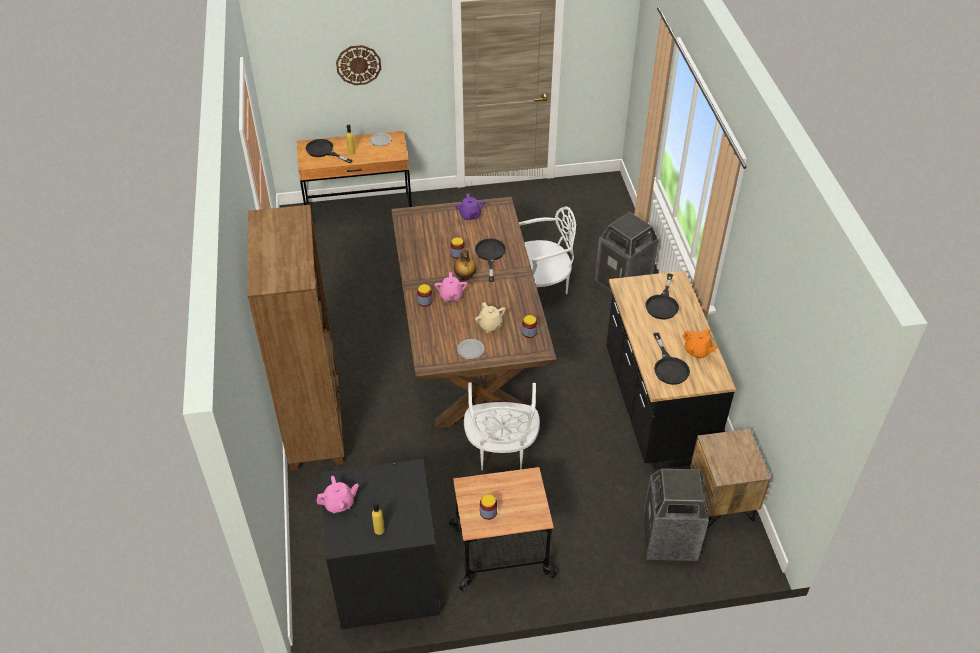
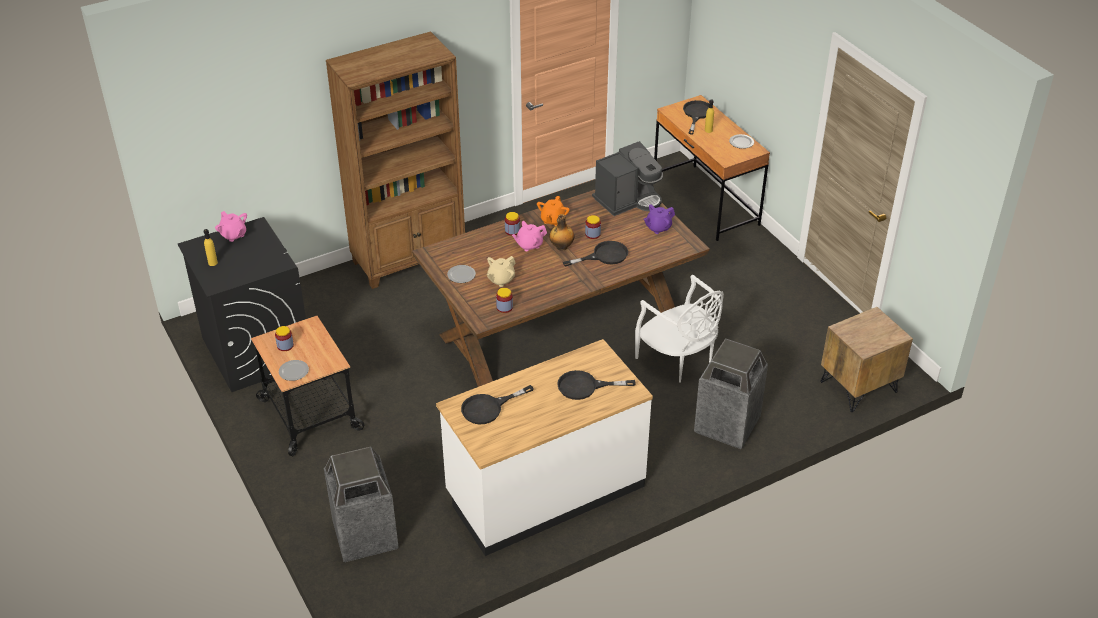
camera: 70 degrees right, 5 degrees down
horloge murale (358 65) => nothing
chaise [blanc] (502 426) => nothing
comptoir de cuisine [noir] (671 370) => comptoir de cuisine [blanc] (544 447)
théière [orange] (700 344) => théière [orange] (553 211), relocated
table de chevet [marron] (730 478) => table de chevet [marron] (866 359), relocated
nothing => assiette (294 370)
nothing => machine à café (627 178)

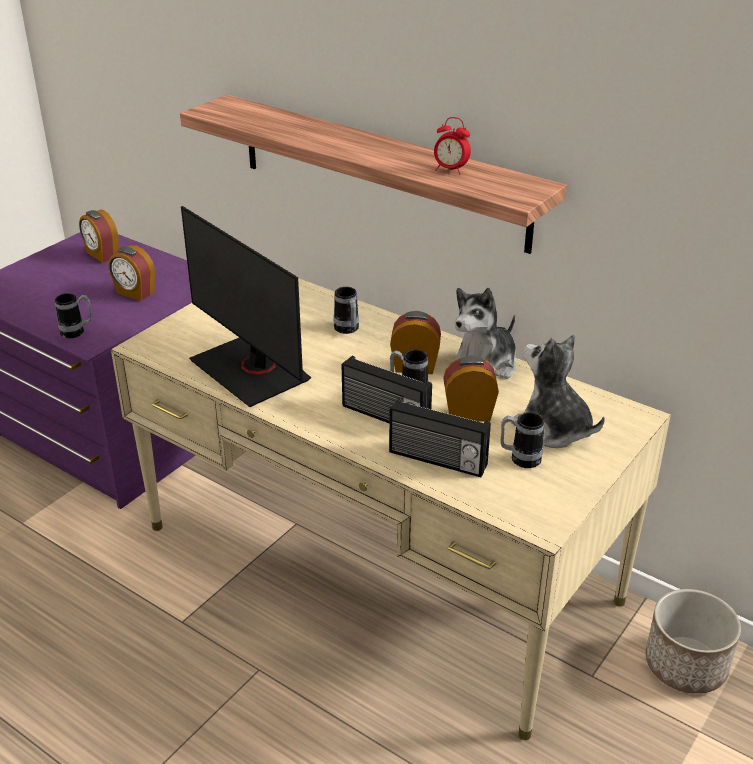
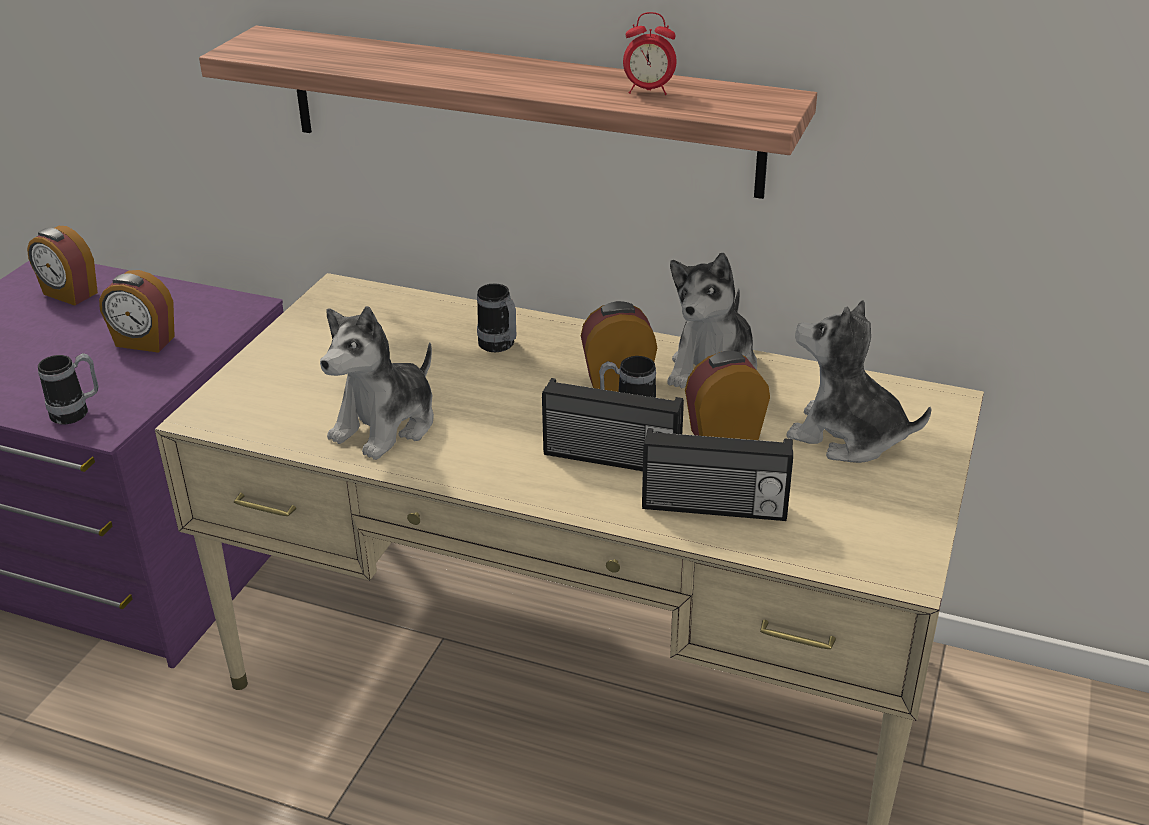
camera: 15 degrees left, 0 degrees up
écran d'ordinateur (246 306) => peluche (377 383)
mug (522 440) => nothing
cache-pot (693 641) => nothing

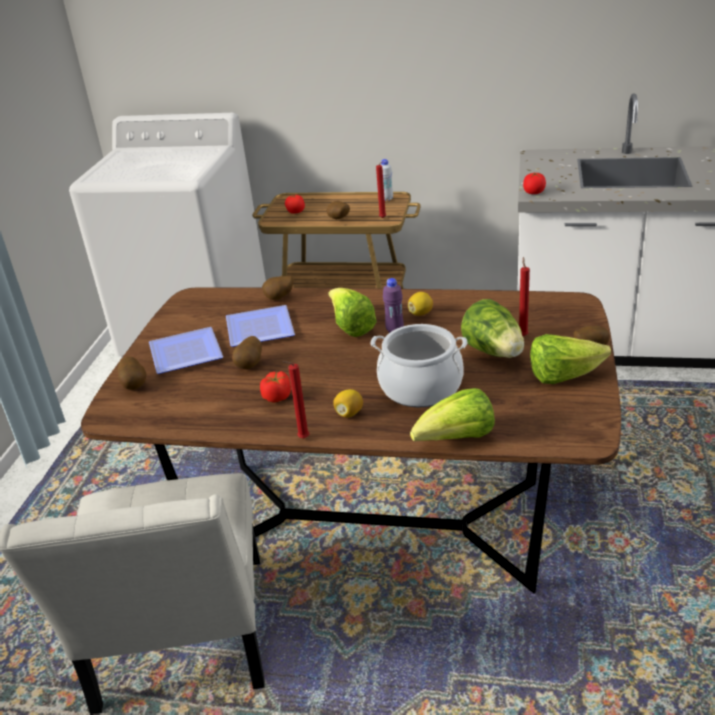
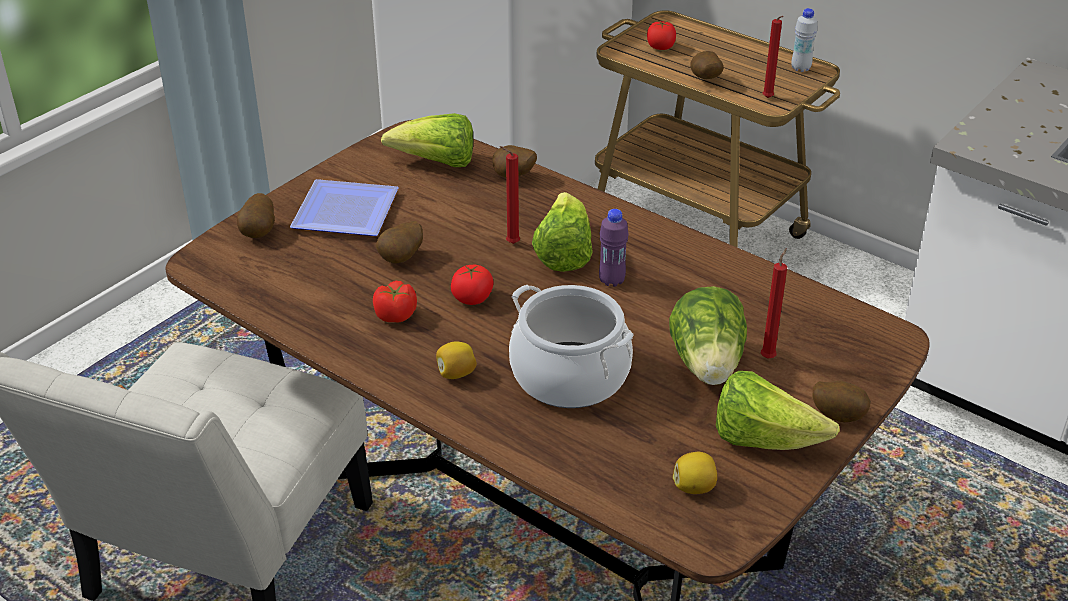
camera: 25 degrees right, 5 degrees up
assiette (260 326) => nothing
bougie [rouge] (295 399) => bougie [rouge] (509 195), relocated
citron (420 304) => citron (695 473), relocated
laitue (452 414) => laitue (427 140), relocated
tomate (534 183) => tomate (472 285), relocated

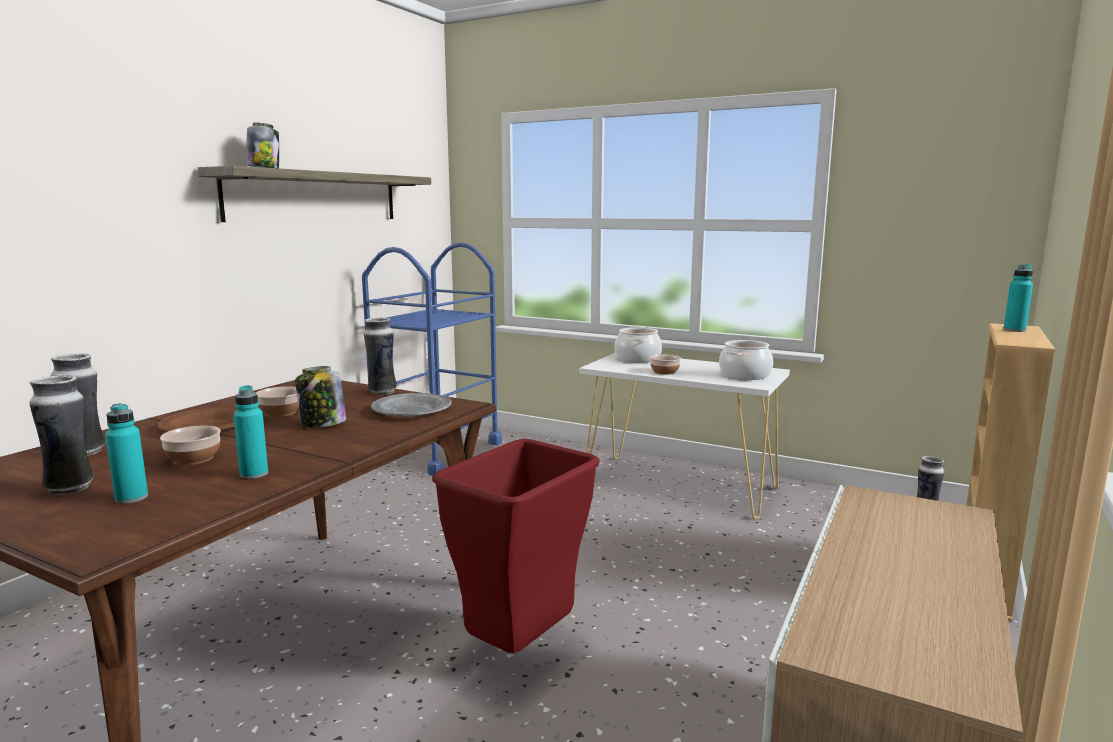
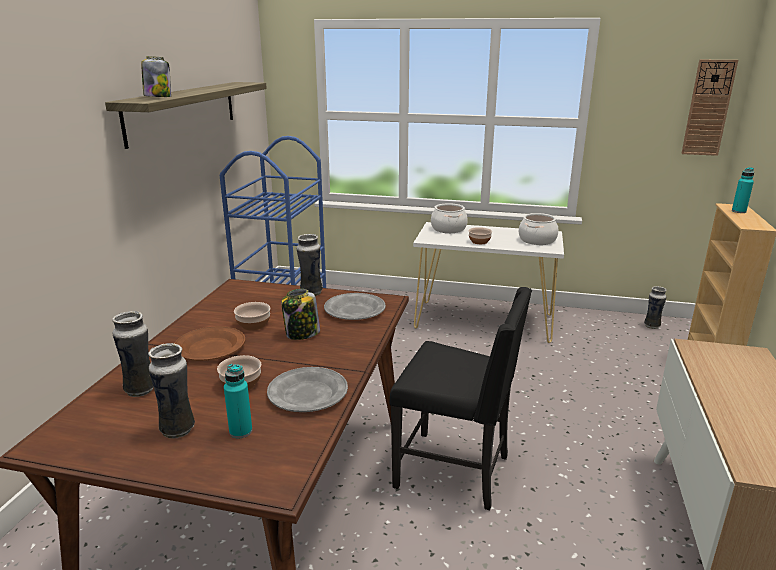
camera: 15 degrees left, 10 degrees up
bouteille [turquoise] (250 432) => assiette [gris] (307 389)
poubelle [rouge] (516 546) => chaise [noir] (460 399)
nothing => horloge murale (709 108)

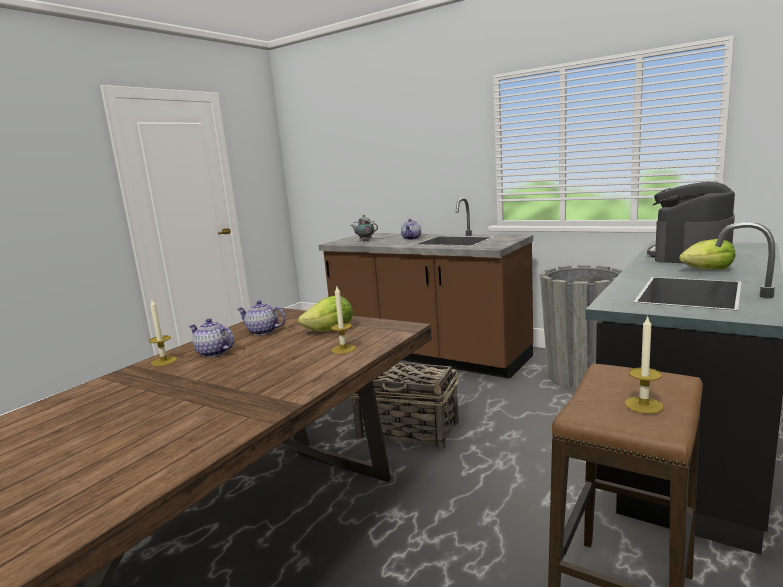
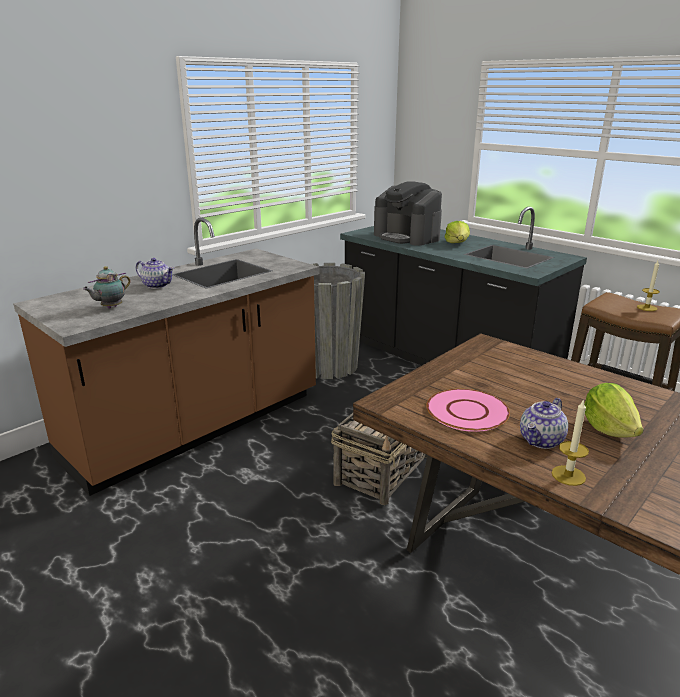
camera: 80 degrees left, 10 degrees up
théière (261 317) => assiette [rose] (468 410)
laitue (325 313) => laitue (614 410), relocated
bougie (343 320) => nothing

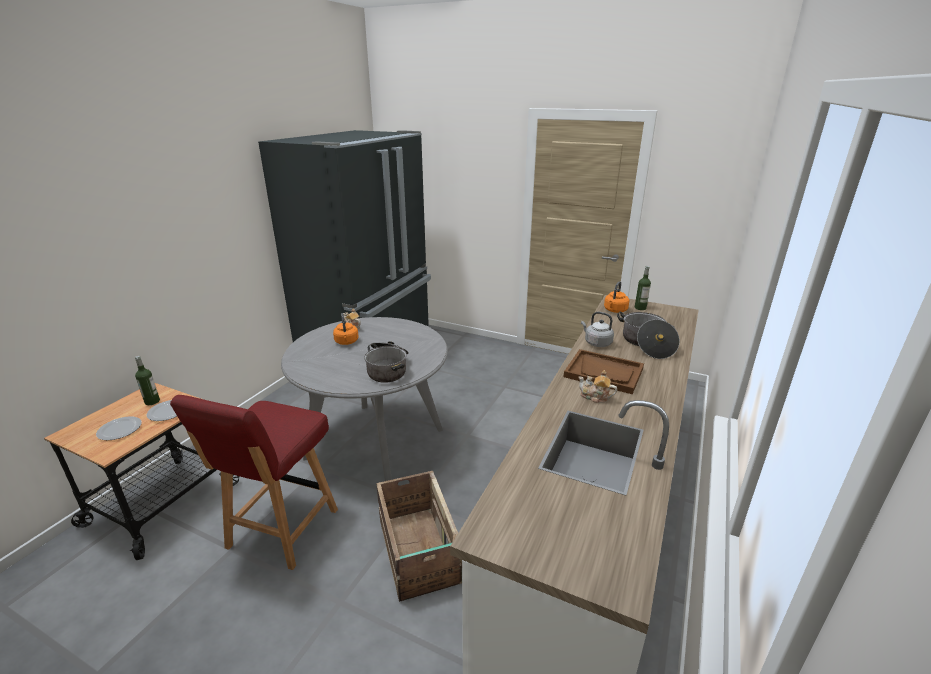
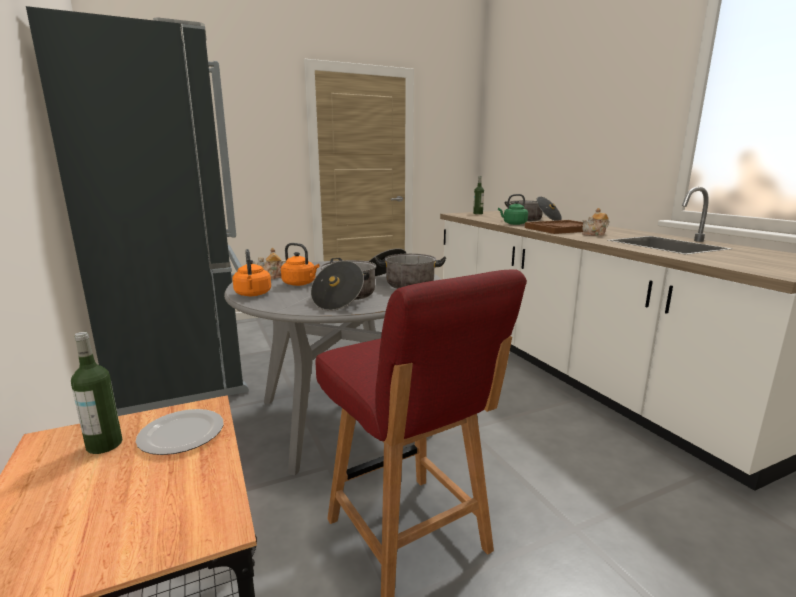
camera: 50 degrees left, 10 degrees down
assiette (119 428) => nothing
caisse (419 536) => nothing
bouilloire [gris] (597 329) => bouilloire [vert] (513 209)
bouilloire [orange] (616 297) => bouilloire [orange] (251 272), relocated
nothing => marmite (343 284)

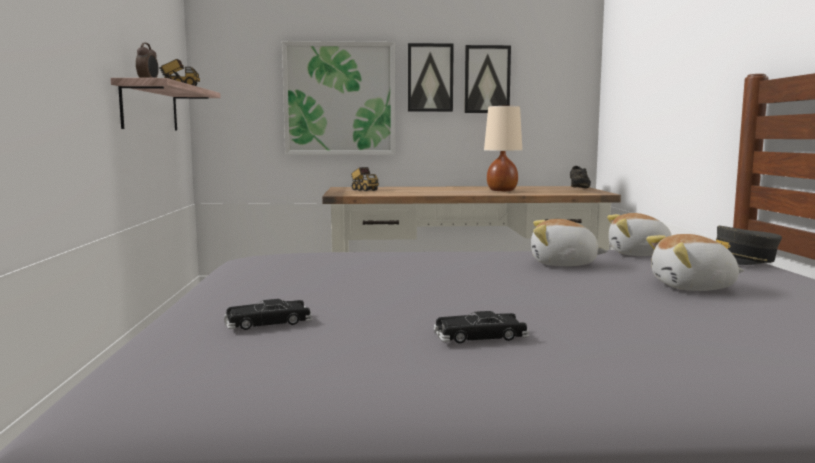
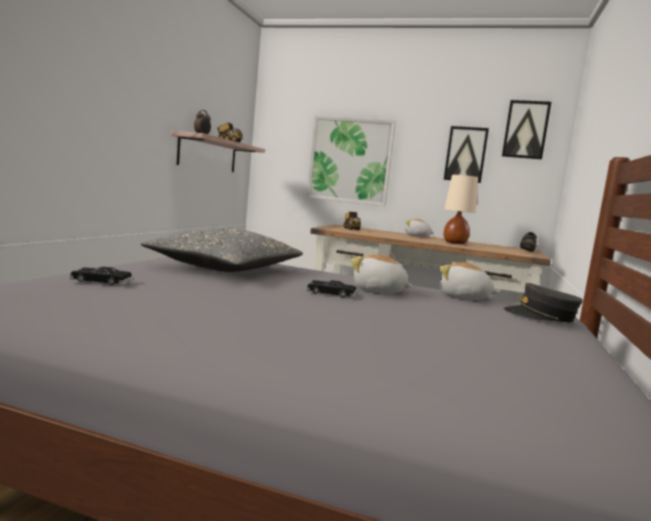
camera: 20 degrees right, 0 degrees up
tableau (431 77) => tableau (526 129), relocated
petite voiture [noir] (481 327) => petite voiture [noir] (331 289), relocated
peluche (695 262) => peluche (419 228), relocated
nothing => coussin [gris] (222 250)

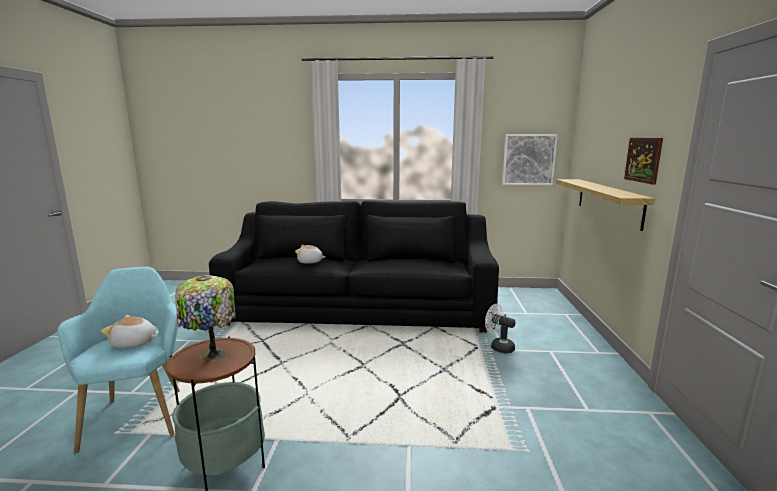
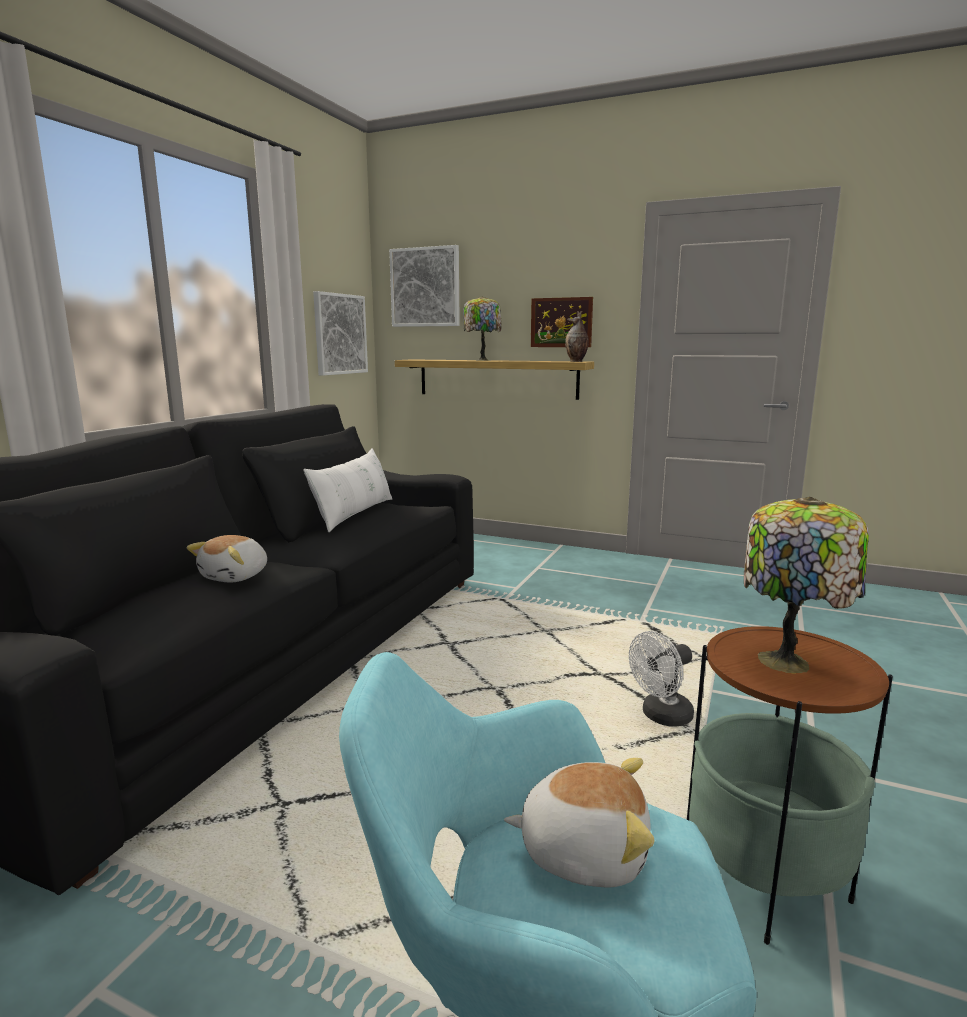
camera: 70 degrees left, 0 degrees up
peluche (129 331) => peluche (579 822), 105 degrees counterclockwise
ventilateur [blanc] (500 329) => ventilateur [blanc] (661 679), relocated
nothing => coussin [blanc] (347 490)
nothing => tableau (424 286)
nothing => lampe de table (482 328)
nothing => vase (577 336)

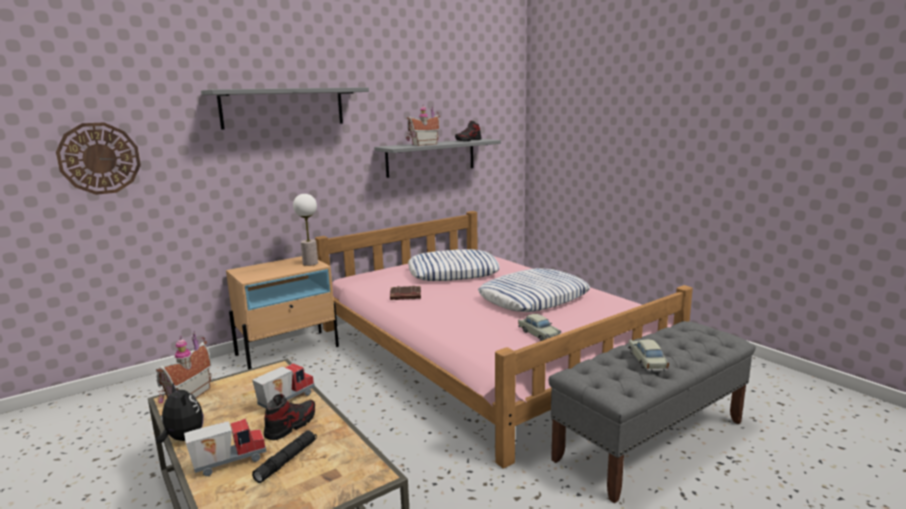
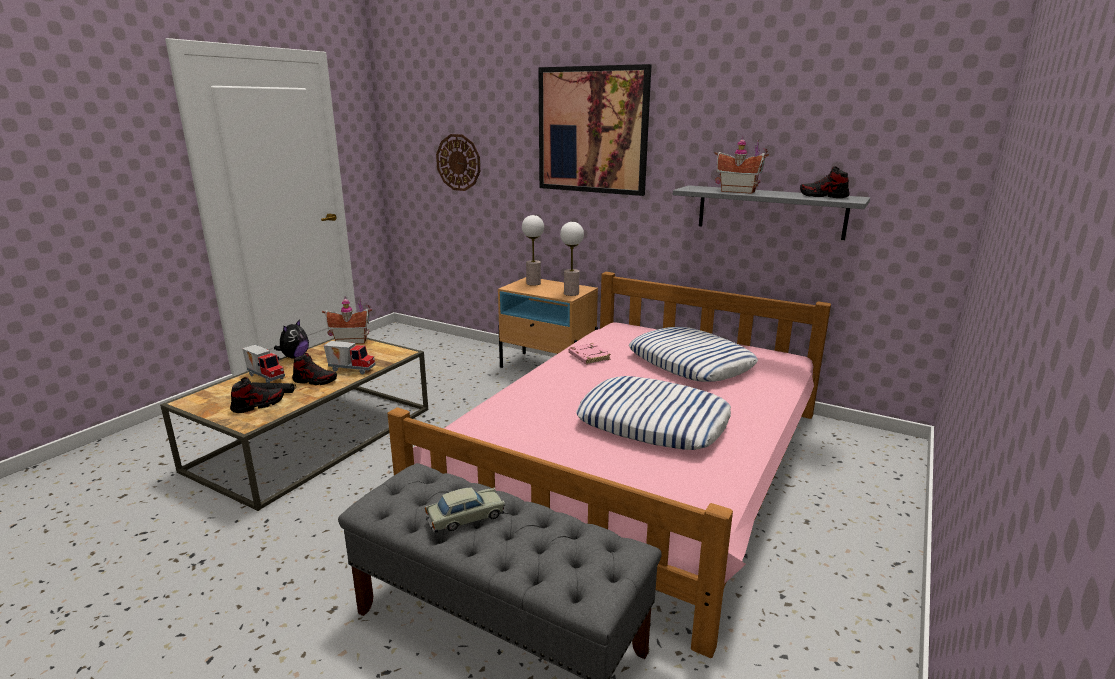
camera: 65 degrees right, 5 degrees up
étagère [gris] (285 108) => tableau (595 130)
livre [marron] (405 293) => livre [rose] (590 353)
petite voiture [beige] (539 327) => nothing
nothing => chaussure (257 395)
nothing => lampe de table (533 250)

